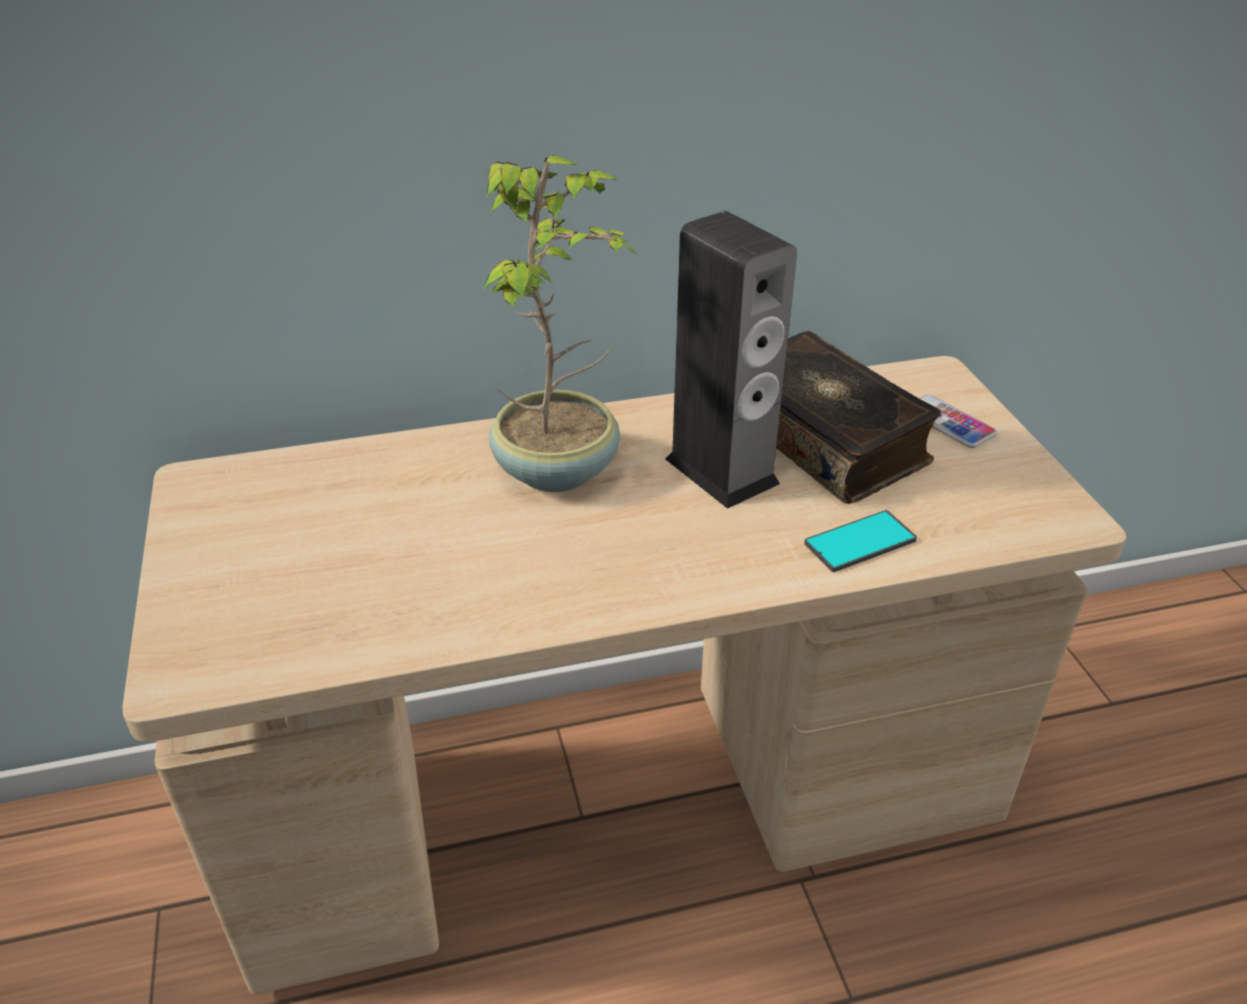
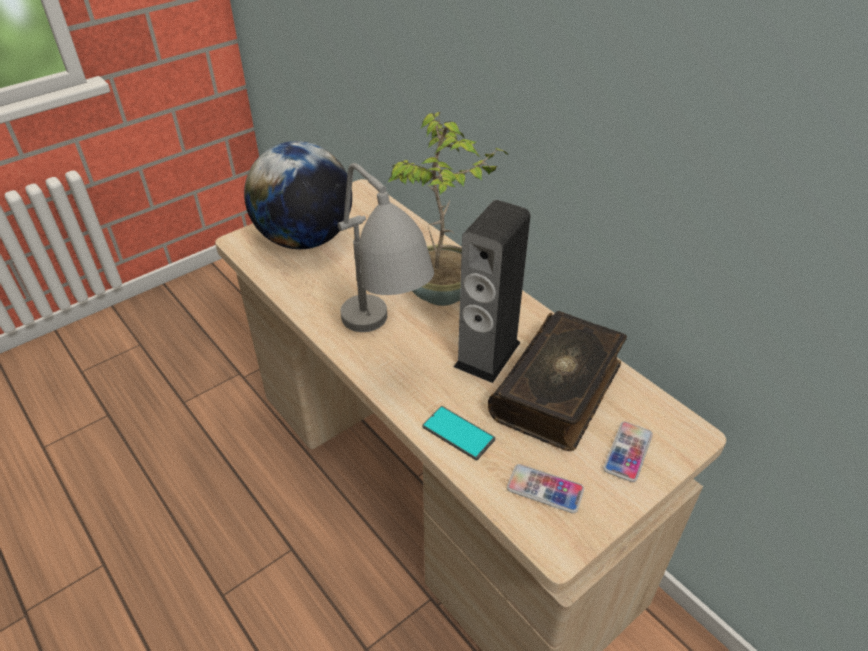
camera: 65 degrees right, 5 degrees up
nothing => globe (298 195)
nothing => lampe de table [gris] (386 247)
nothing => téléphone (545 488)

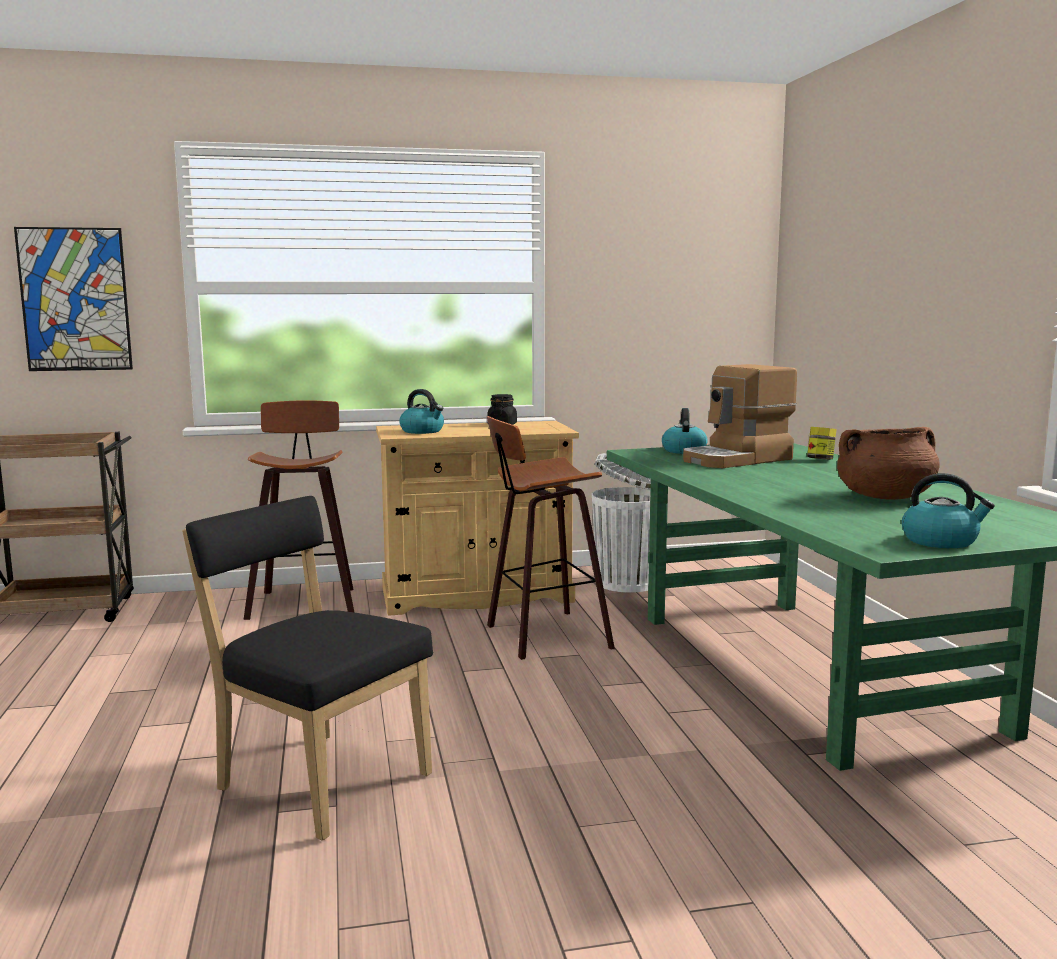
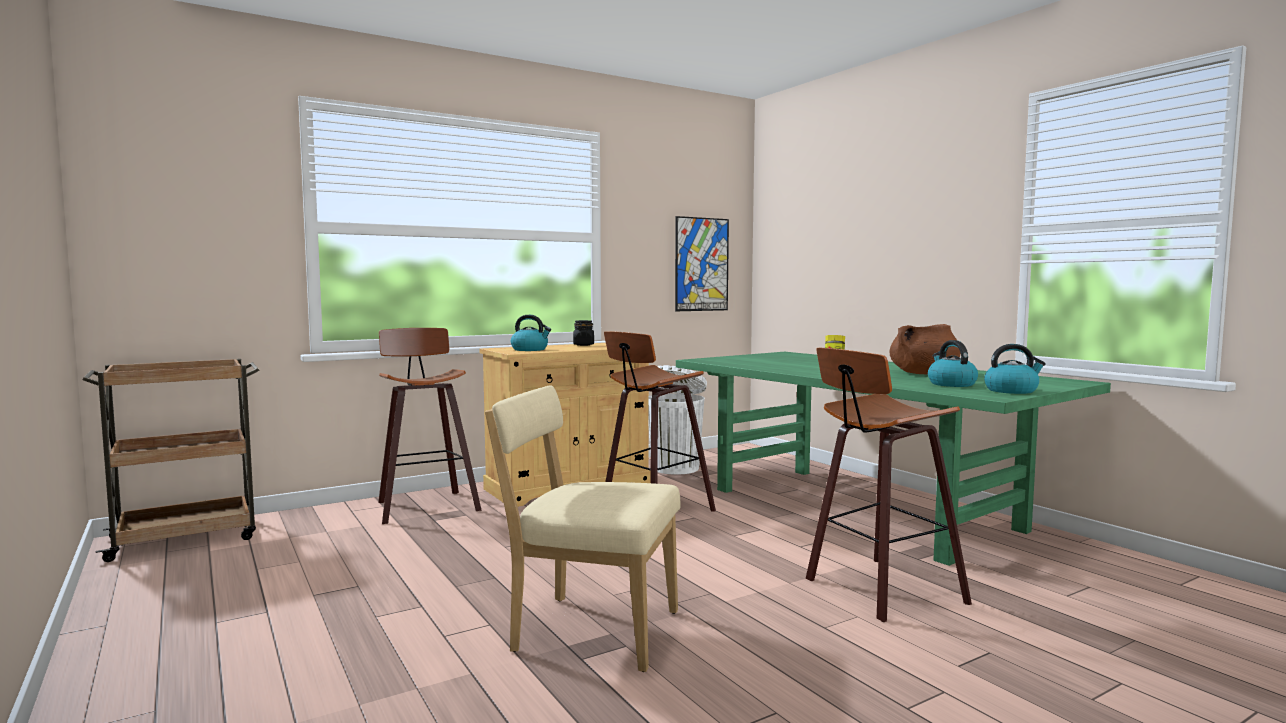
camera: 20 degrees left, 5 degrees down
tableau (73 299) => tableau (702 263), relocated
chaise [noir] (307 668) => chaise [beige] (582 528)
bouilloire (685 431) => bouilloire (953 363), relocated
machine à café (740 416) => nothing
nothing => tabouret (889 485)

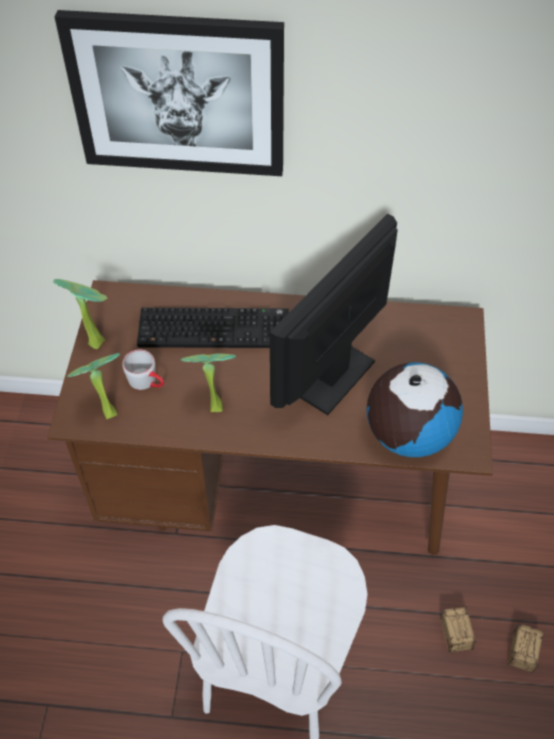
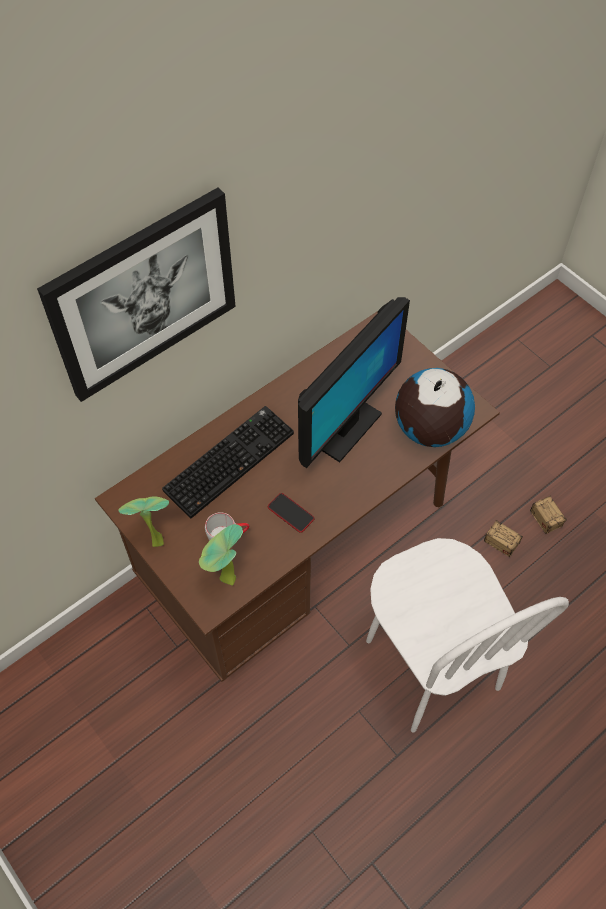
camera: 45 degrees left, 5 degrees up
plante en pot (208 383) => téléphone (291 513)
écran d'ordinateur (334 314) => écran d'ordinateur (354 382), 135 degrees counterclockwise

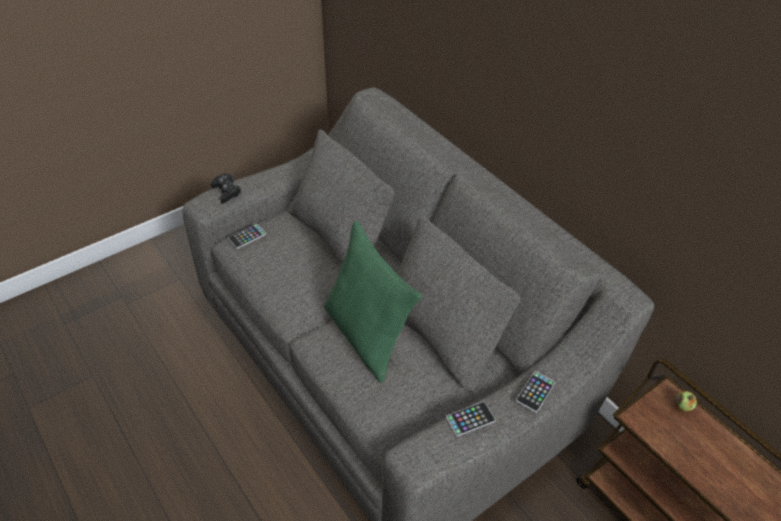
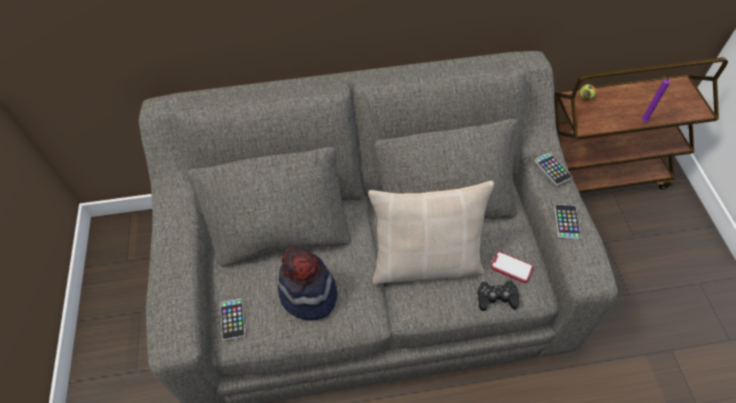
camera: 60 degrees left, 10 degrees up
manette [noir] (226 188) => manette [noir] (498 295), relocated
coussin [vert] (373 302) => coussin [beige] (431 233)
nothing => chapeau (307 283)
nothing => téléphone (512 267)
nothing => bougie [violet] (655 99)

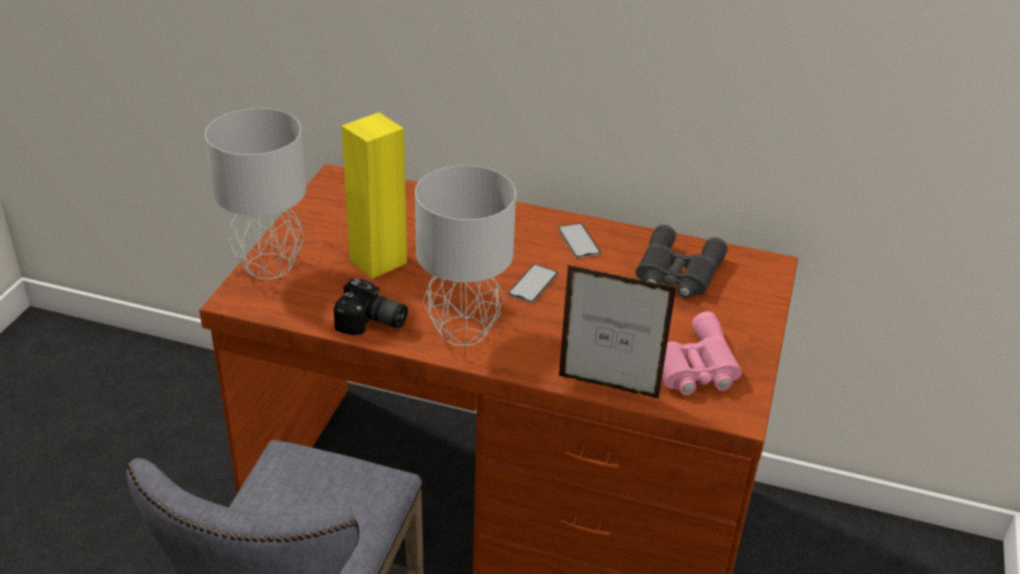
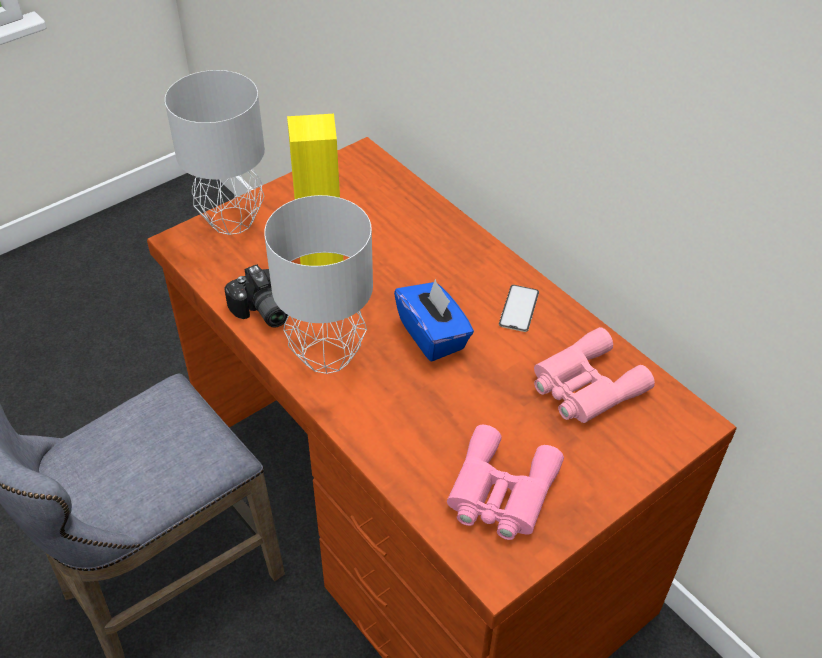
camera: 35 degrees right, 10 degrees up
téléphone (533 283) => boîte à mouchoirs [bleu] (434 320)
cadre photo (618 332) => nothing
jumelles [gris] (682 261) => jumelles [rose] (594 375)

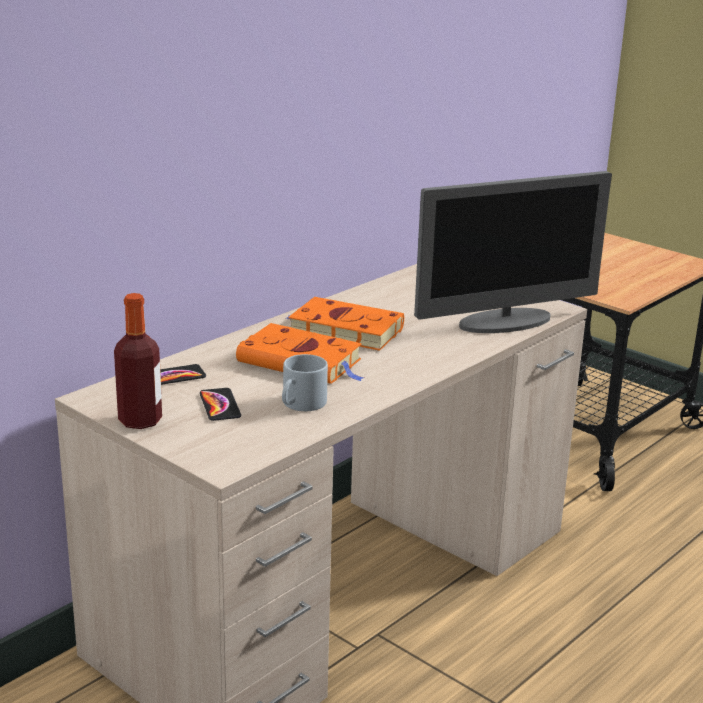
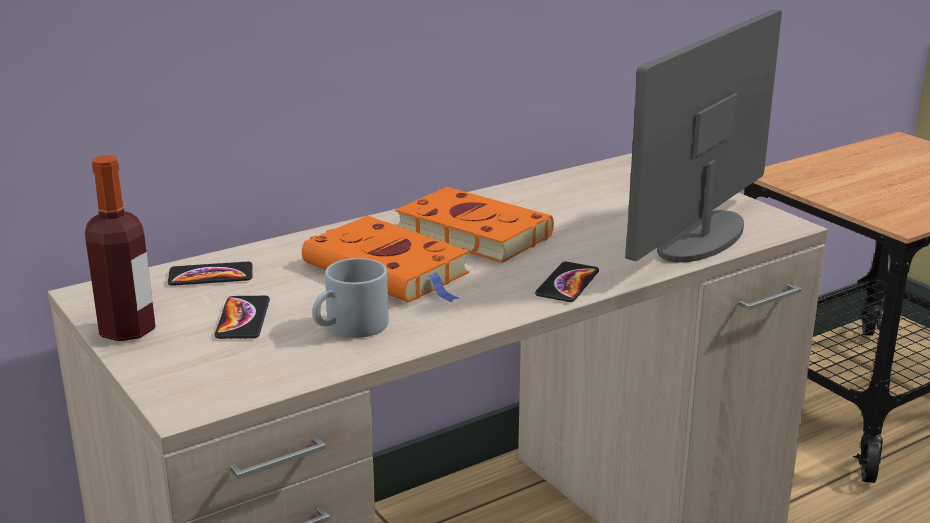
camera: 15 degrees right, 0 degrees up
écran d'ordinateur (513 252) => écran d'ordinateur (703 136), 135 degrees clockwise
nothing => téléphone (567 282)

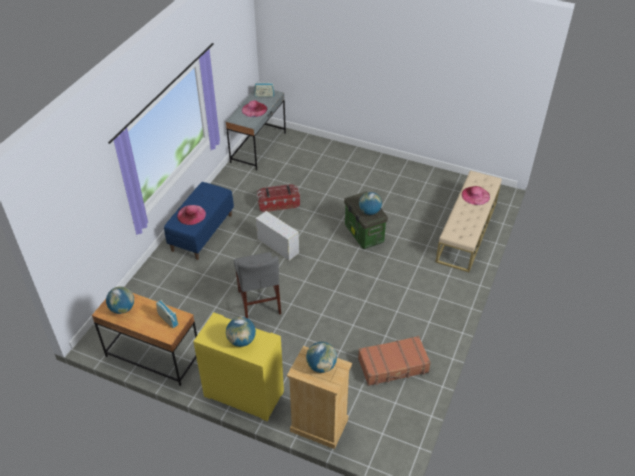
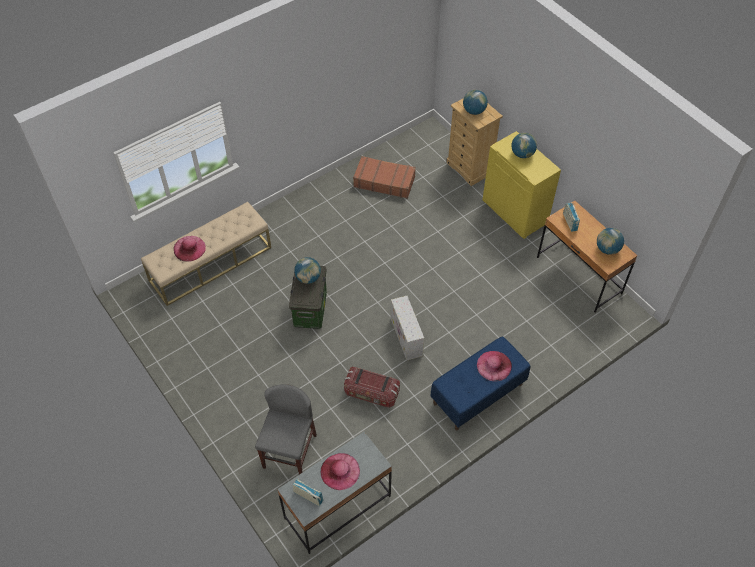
camera: 150 degrees left, 10 degrees up
chaise [gris] (257 285) => chaise [gris] (286 429), relocated

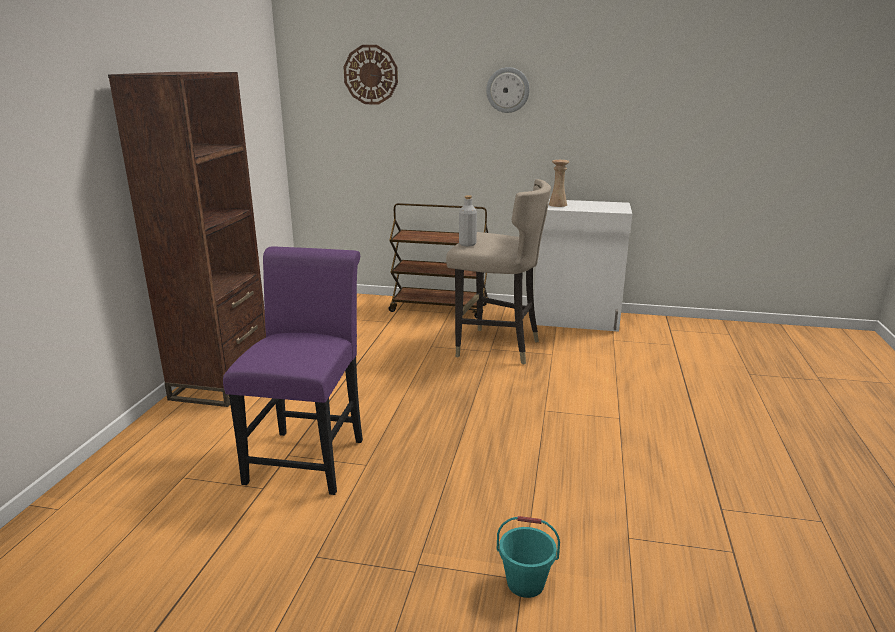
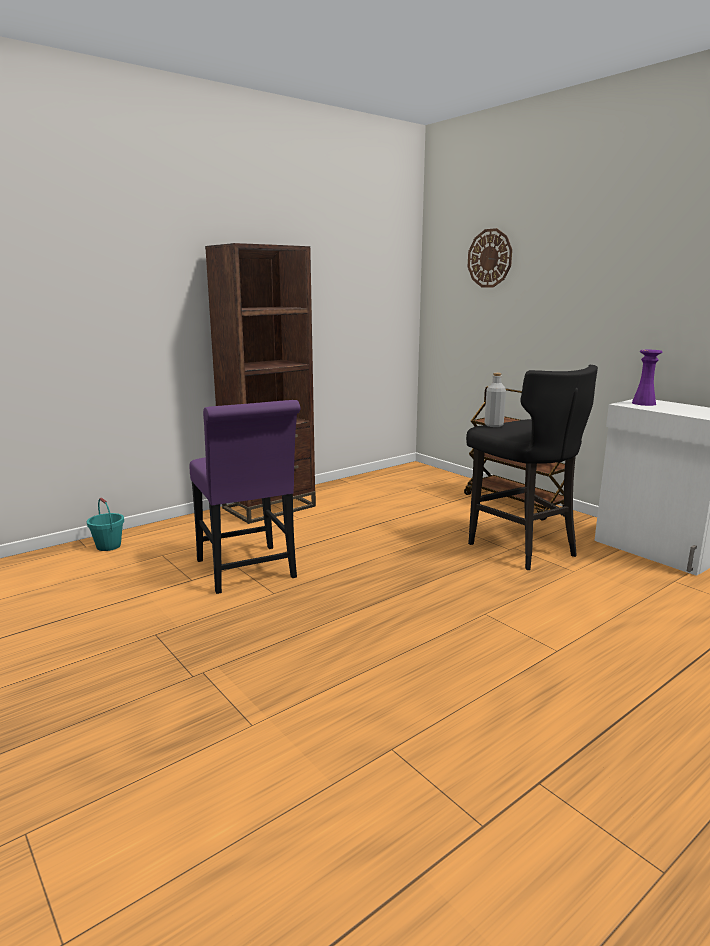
camera: 40 degrees right, 5 degrees down
chaise [violet] (293 370) => chaise [violet] (245 497), 105 degrees clockwise
tabouret [beige] (498 272) => tabouret [noir] (532 467)
horloge murale (508 90) => nothing
seau [turquoise] (528 557) => seau [turquoise] (105 524), relocated
vase [beige] (559 183) => vase [violet] (647 377)

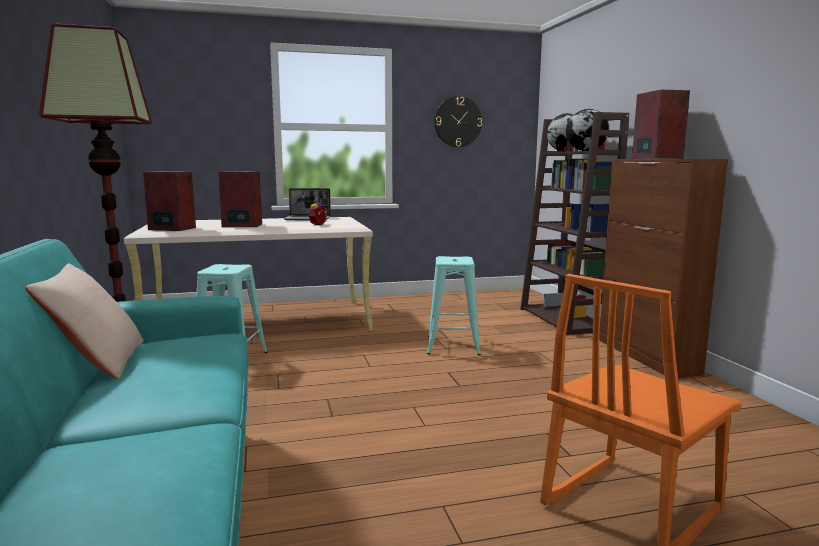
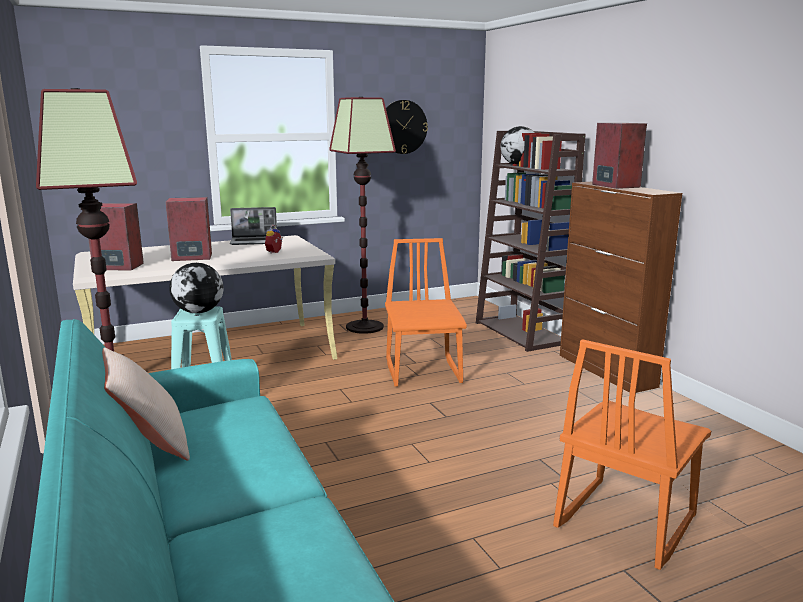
camera: 10 degrees left, 5 degrees up
tabouret [turquoise] (454 305) => chaise [orange] (426 312)
globe (587 130) => globe (196 288), relocated
nothing => lampadaire (362 215)

